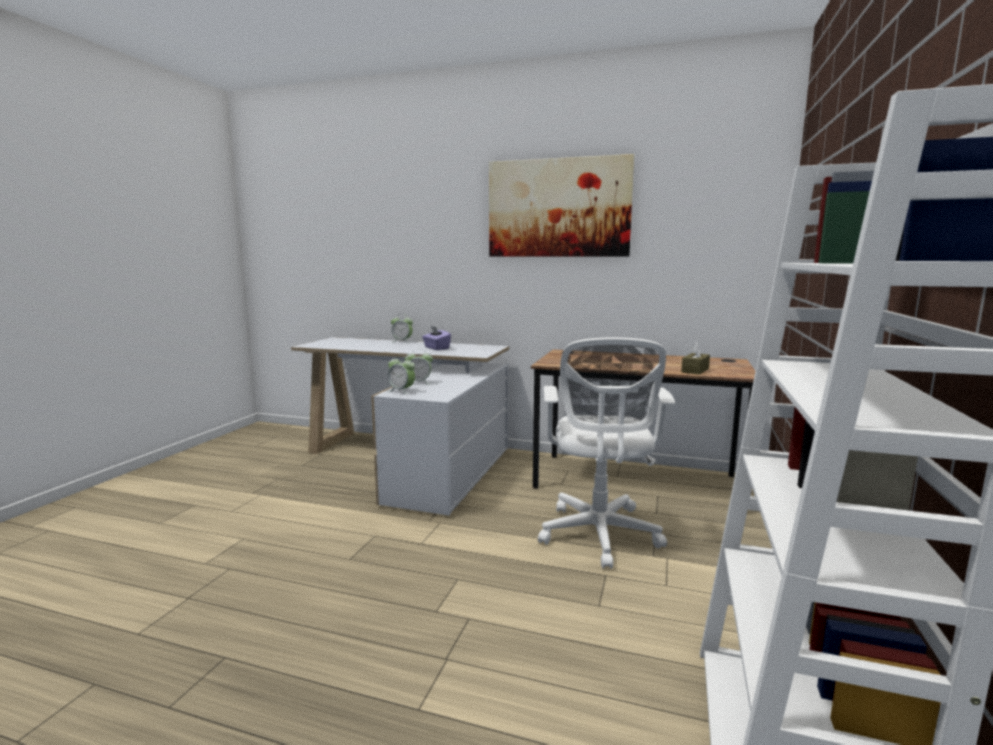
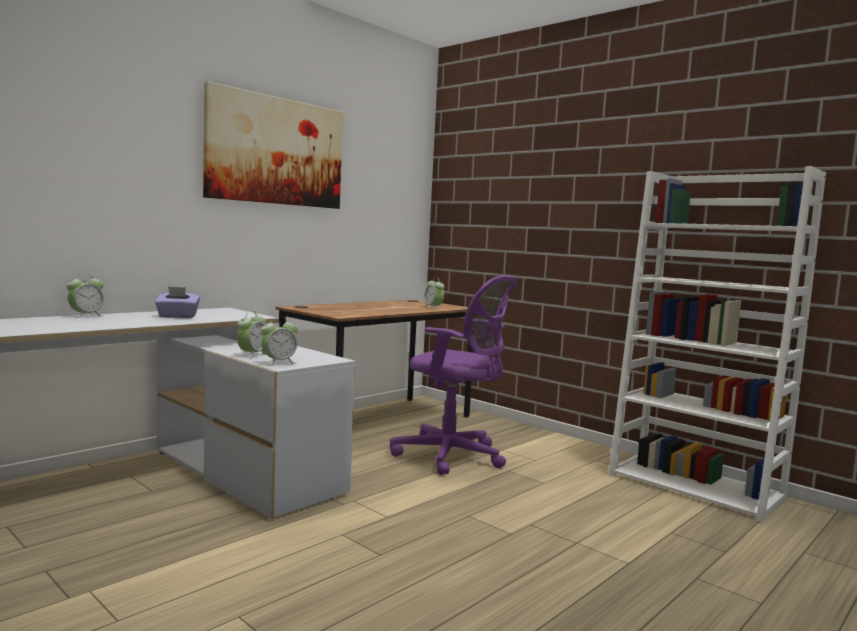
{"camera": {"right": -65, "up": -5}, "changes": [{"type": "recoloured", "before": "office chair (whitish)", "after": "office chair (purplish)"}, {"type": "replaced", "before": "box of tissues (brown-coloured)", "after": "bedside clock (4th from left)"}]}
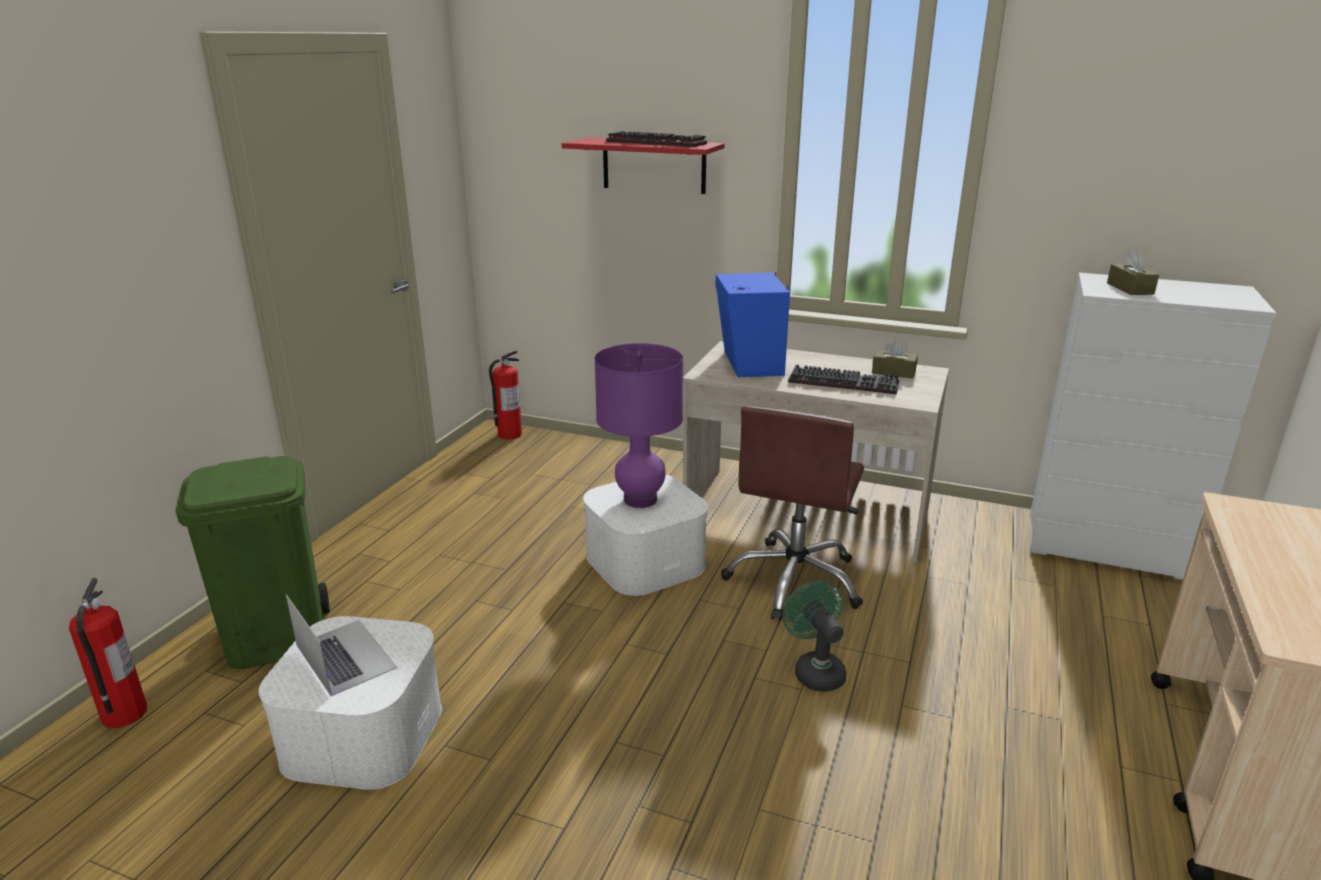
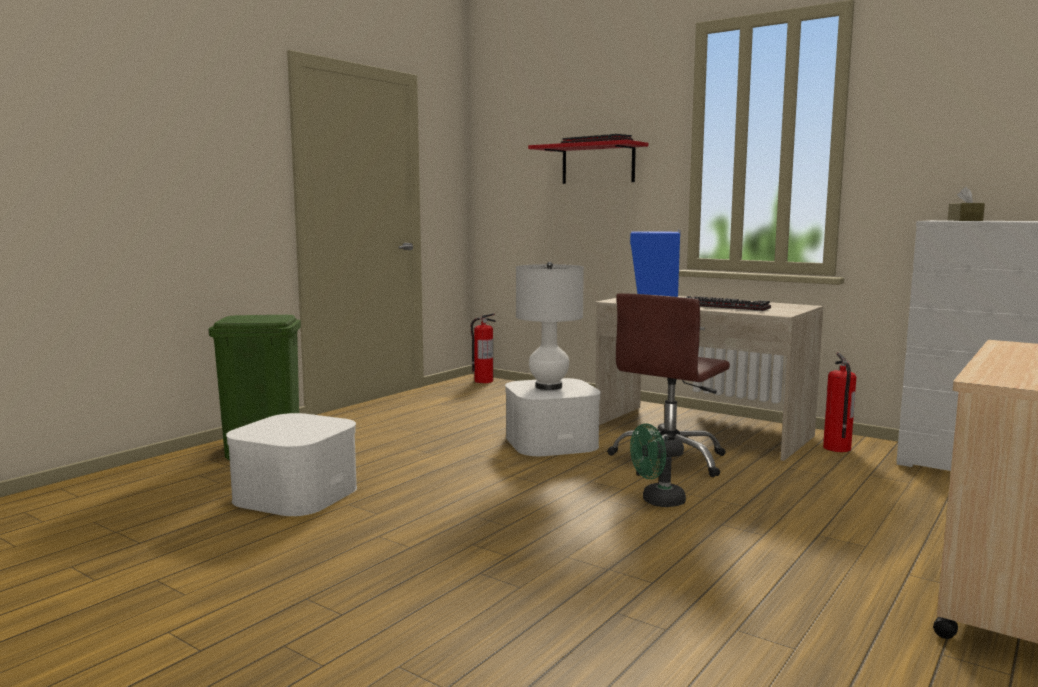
{"camera": {"right": 15, "up": -15}, "changes": [{"type": "moved", "before": "fire-fighting cylinder (1st from left in the first image)", "after": "fire-fighting cylinder (2nd from left)"}, {"type": "removed", "before": "portable computer"}, {"type": "recoloured", "before": "tabletop lamp (purplish)", "after": "tabletop lamp (whitish)"}, {"type": "turned", "before": "fan (greenish)", "turn": -105}, {"type": "removed", "before": "box of tissues (brown-coloured) (1st from left)"}]}
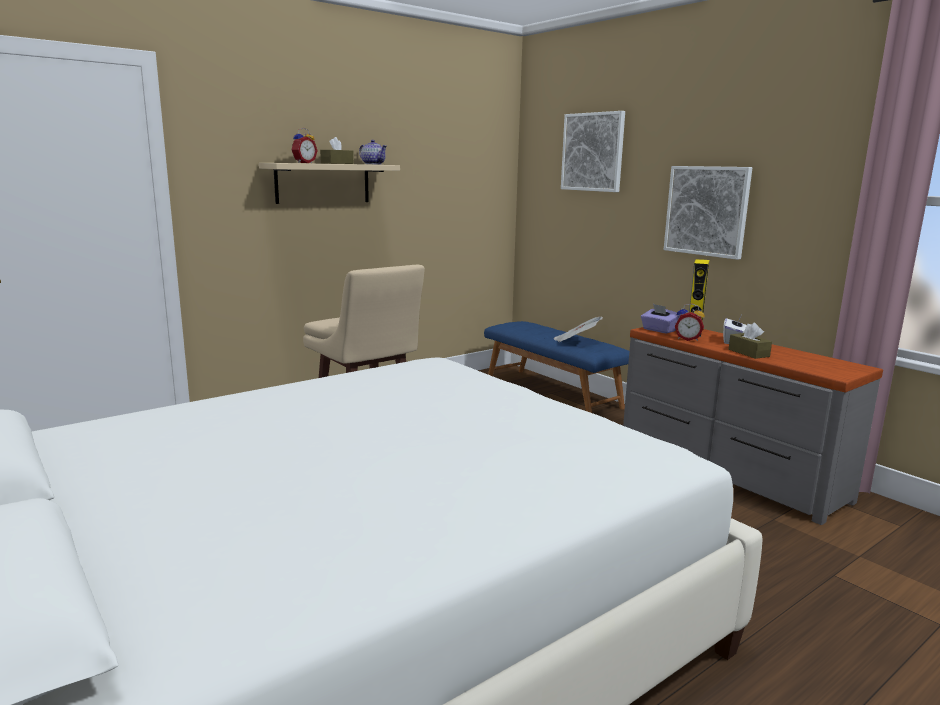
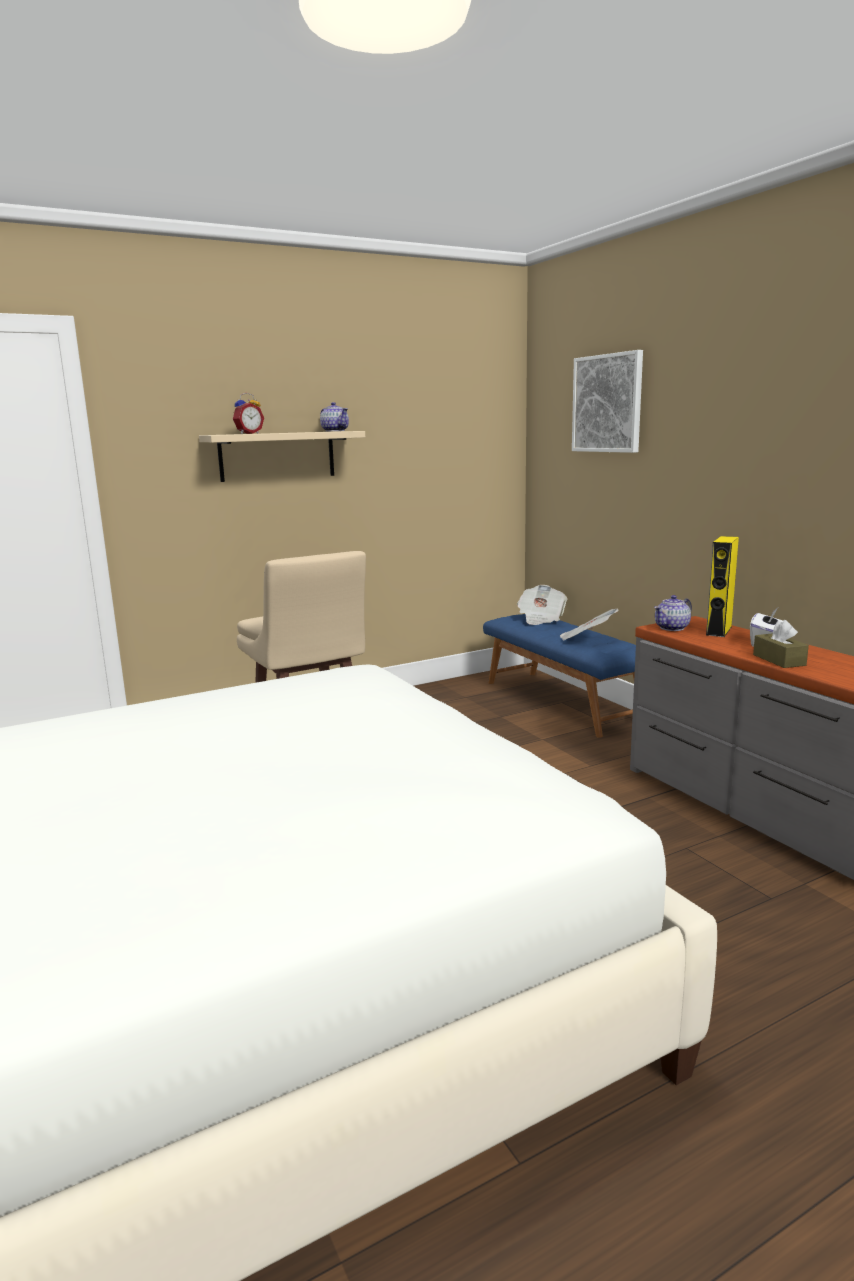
{"camera": {"right": 10, "up": 0}, "changes": [{"type": "removed", "before": "box of tissues (brown-coloured) (1st from left)"}, {"type": "replaced", "before": "box of tissues (purplish)", "after": "tea pot (2nd from left)"}, {"type": "removed", "before": "wall picture (2nd from left)"}, {"type": "removed", "before": "bedside clock (2nd from left)"}, {"type": "added", "after": "daily paper (1st from left)"}]}
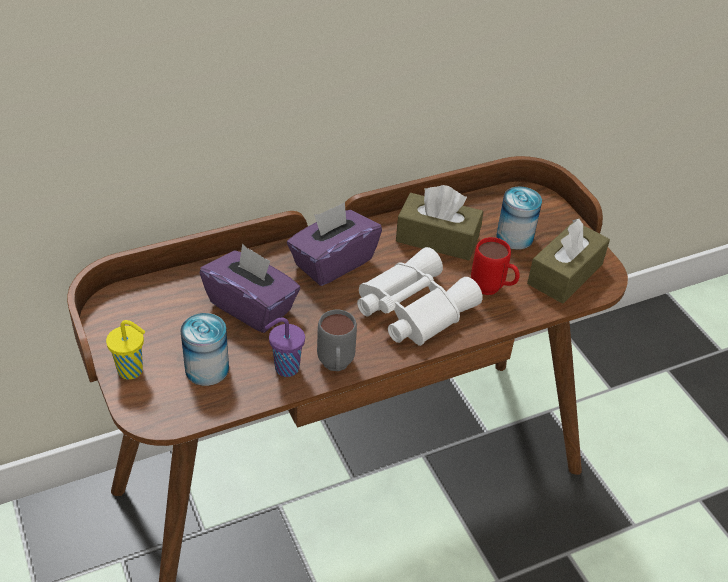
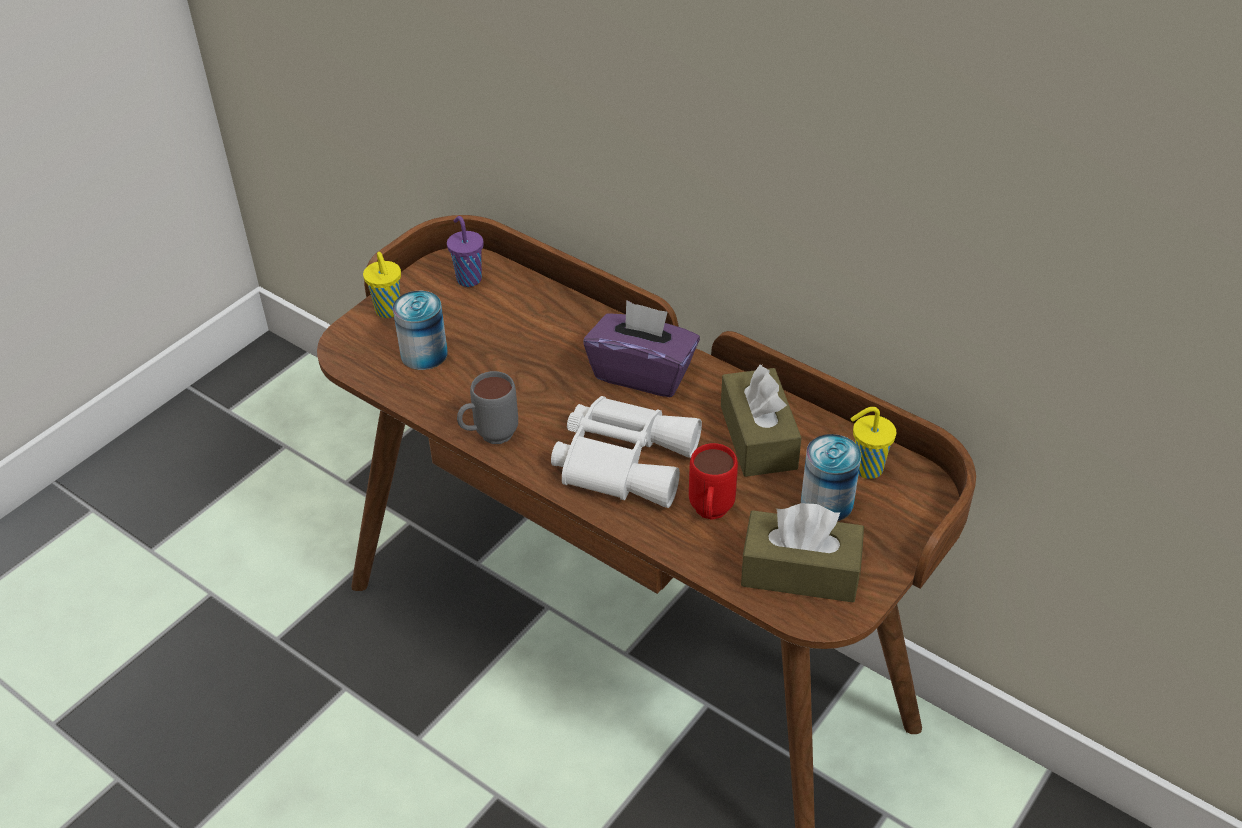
{"camera": {"right": 65, "up": 0}, "changes": [{"type": "removed", "before": "box of tissues (purplish) (1st from left)"}, {"type": "moved", "before": "drinking cup (purplish)"}, {"type": "added", "after": "drinking cup (yellowish) (2nd from left)"}]}
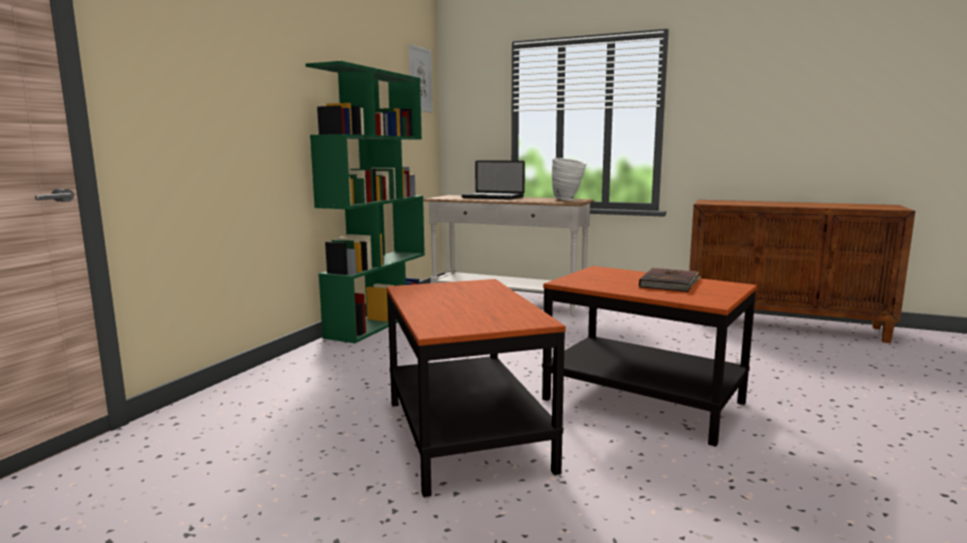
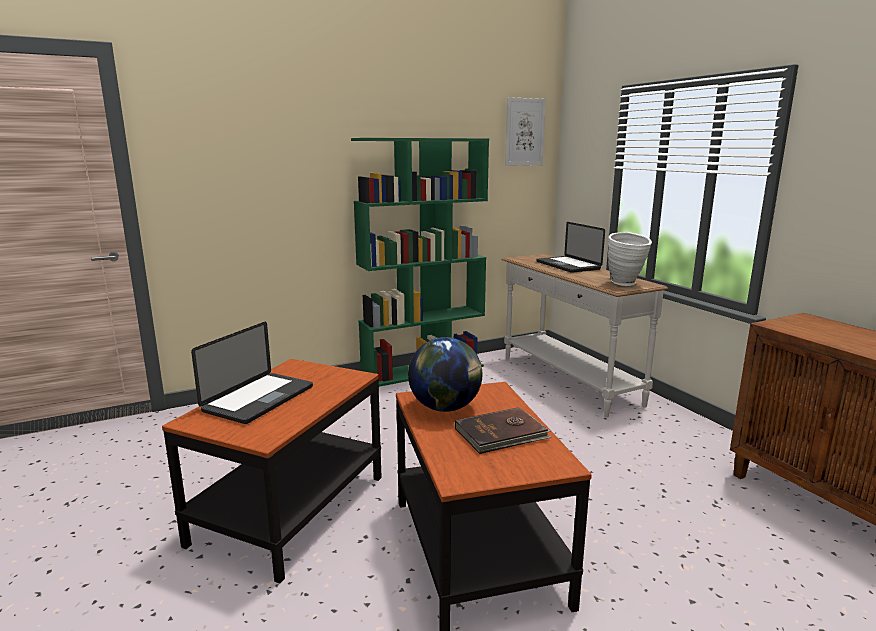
{"camera": {"right": 40, "up": 5}, "changes": [{"type": "added", "after": "portable computer (1st from left)"}, {"type": "added", "after": "globe"}]}
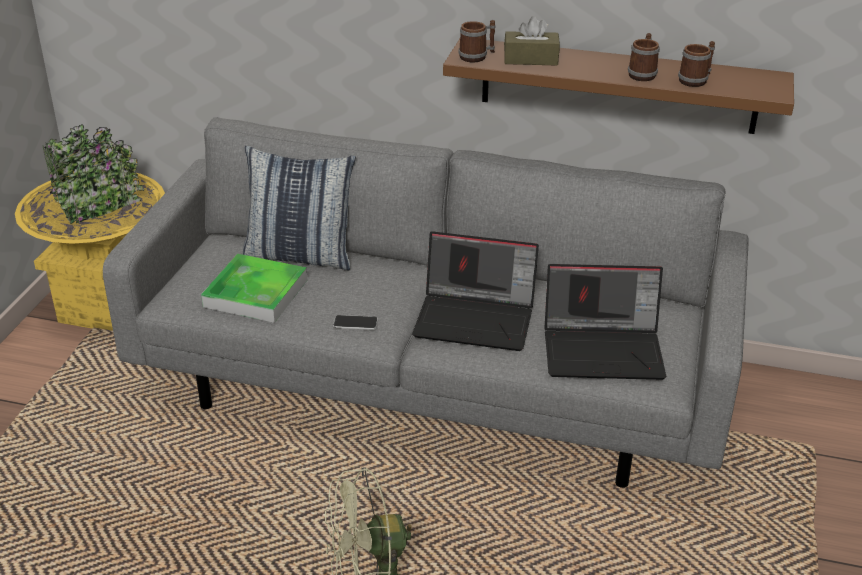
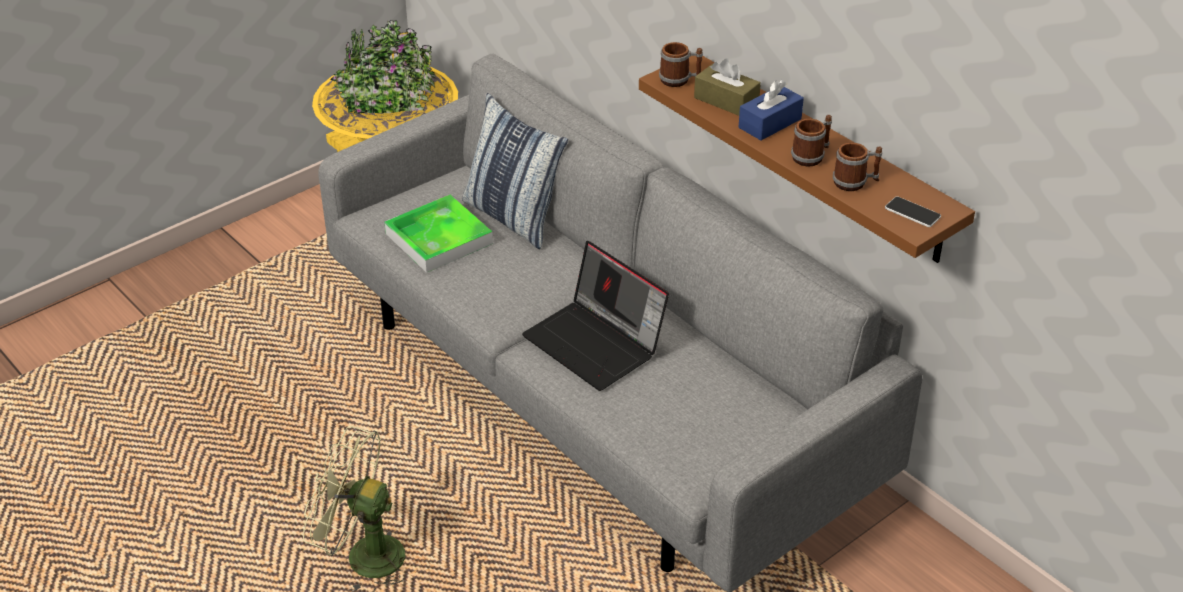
{"camera": {"right": 35, "up": 5}, "changes": [{"type": "moved", "before": "phone"}, {"type": "removed", "before": "portable computer (2nd from left)"}, {"type": "added", "after": "box of tissues (blue)"}]}
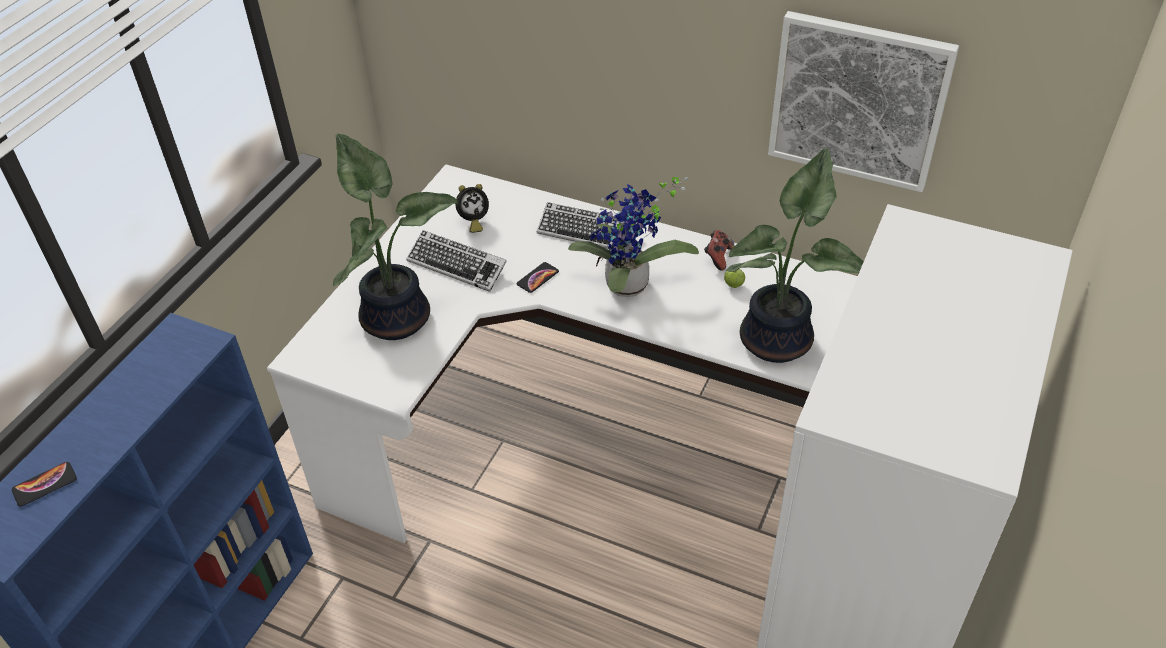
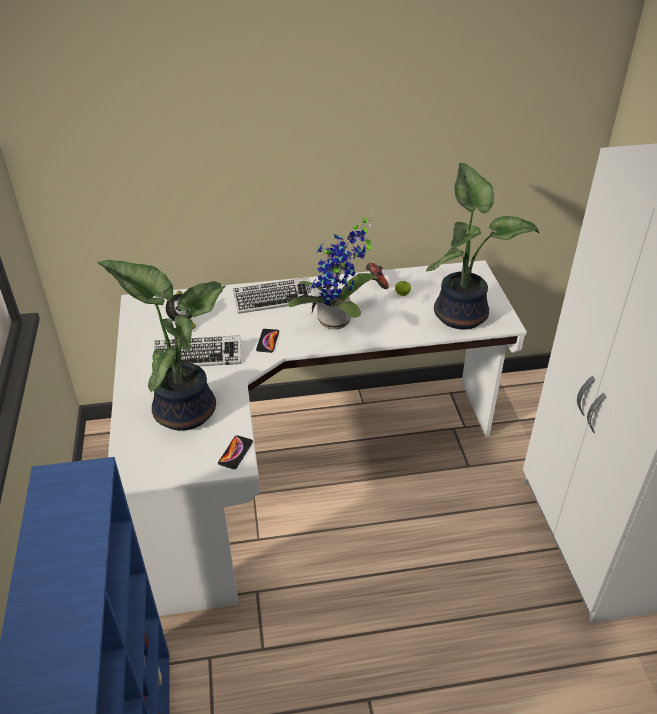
{"camera": {"right": -35, "up": -5}, "changes": [{"type": "moved", "before": "phone (1st from left)"}, {"type": "removed", "before": "wall picture"}]}
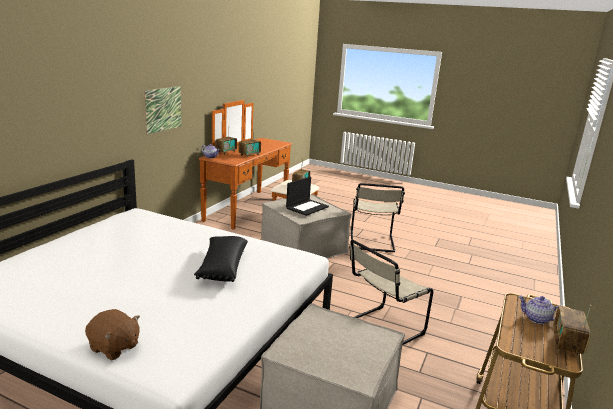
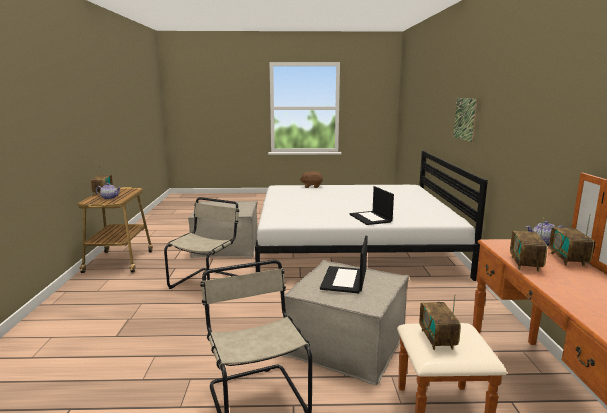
{"camera": {"right": 155, "up": -5}, "changes": [{"type": "moved", "before": "wall picture"}, {"type": "removed", "before": "cushion (black)"}, {"type": "added", "after": "portable computer (2nd from left)"}]}
